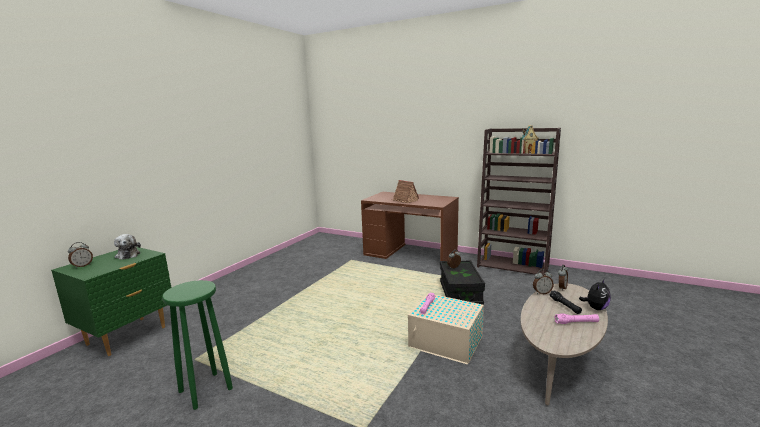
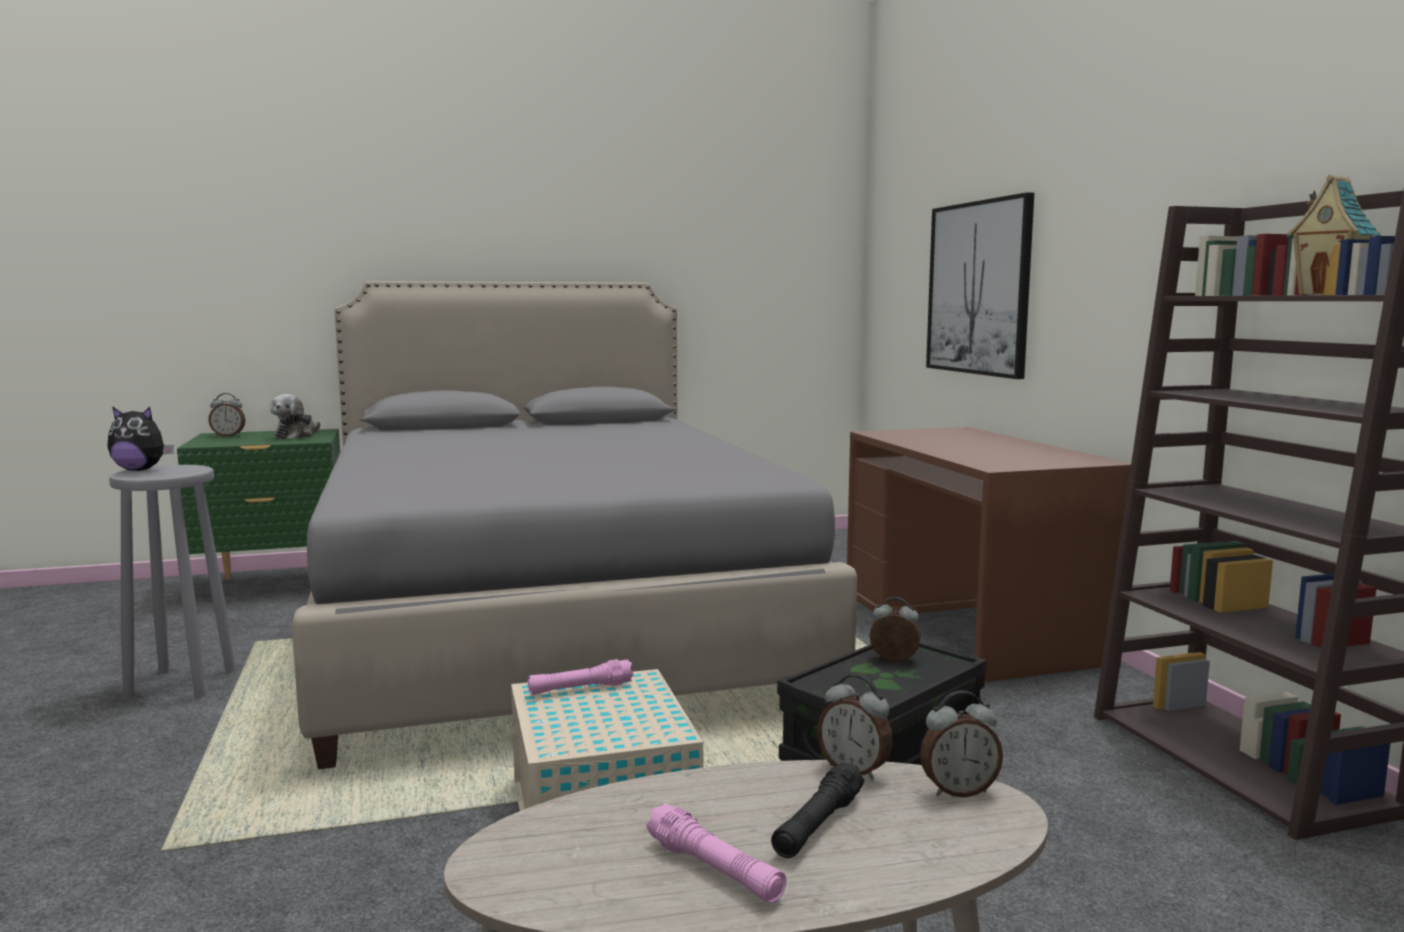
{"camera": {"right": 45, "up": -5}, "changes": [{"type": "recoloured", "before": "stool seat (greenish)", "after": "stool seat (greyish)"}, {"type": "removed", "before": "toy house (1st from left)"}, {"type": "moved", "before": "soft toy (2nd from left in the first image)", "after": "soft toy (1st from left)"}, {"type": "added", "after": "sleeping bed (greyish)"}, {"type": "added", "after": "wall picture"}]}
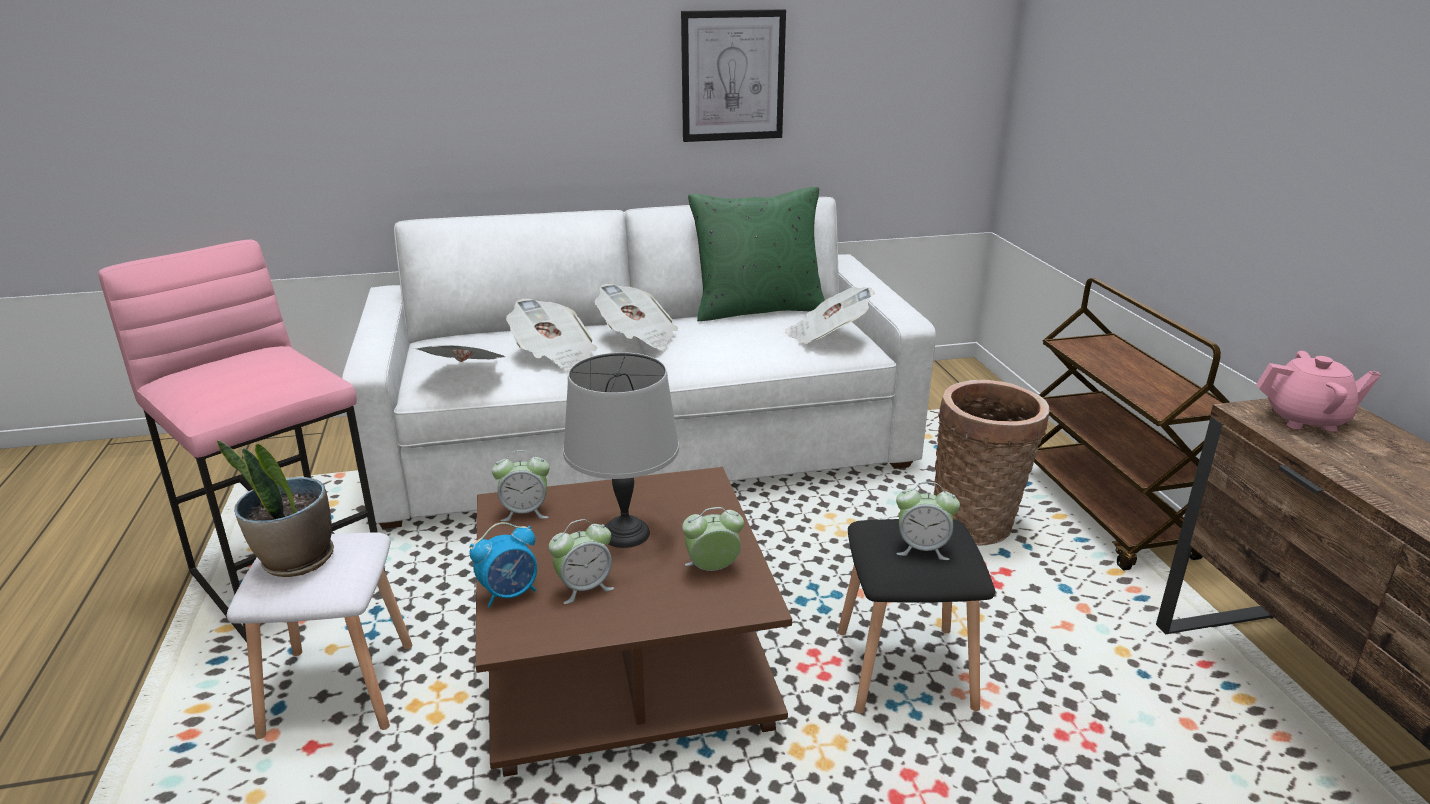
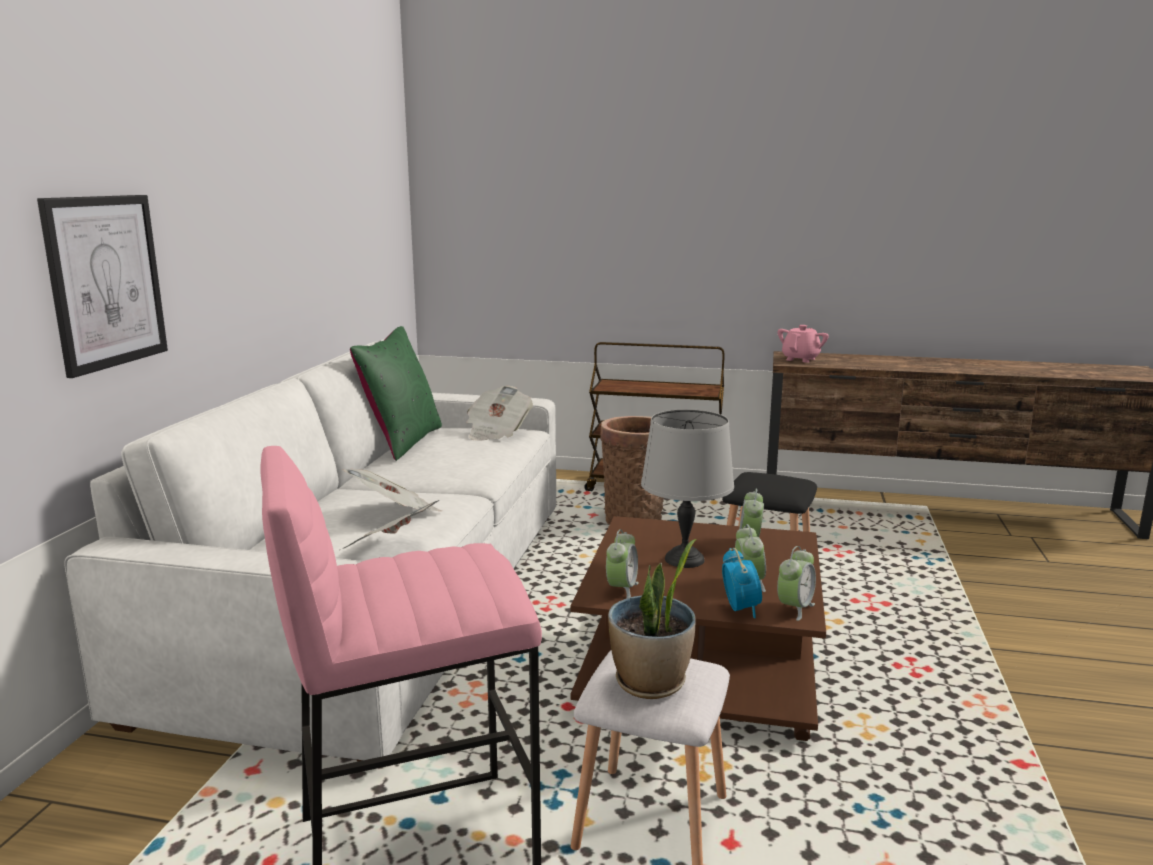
{"camera": {"right": -65, "up": -10}, "changes": [{"type": "removed", "before": "daily paper (3rd from left)"}, {"type": "moved", "before": "wall picture"}, {"type": "moved", "before": "bedside clock (5th from left)"}]}
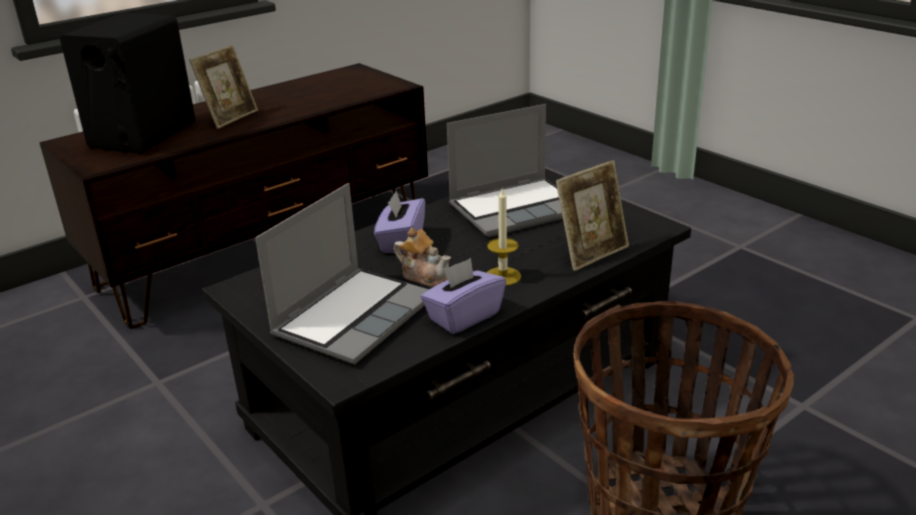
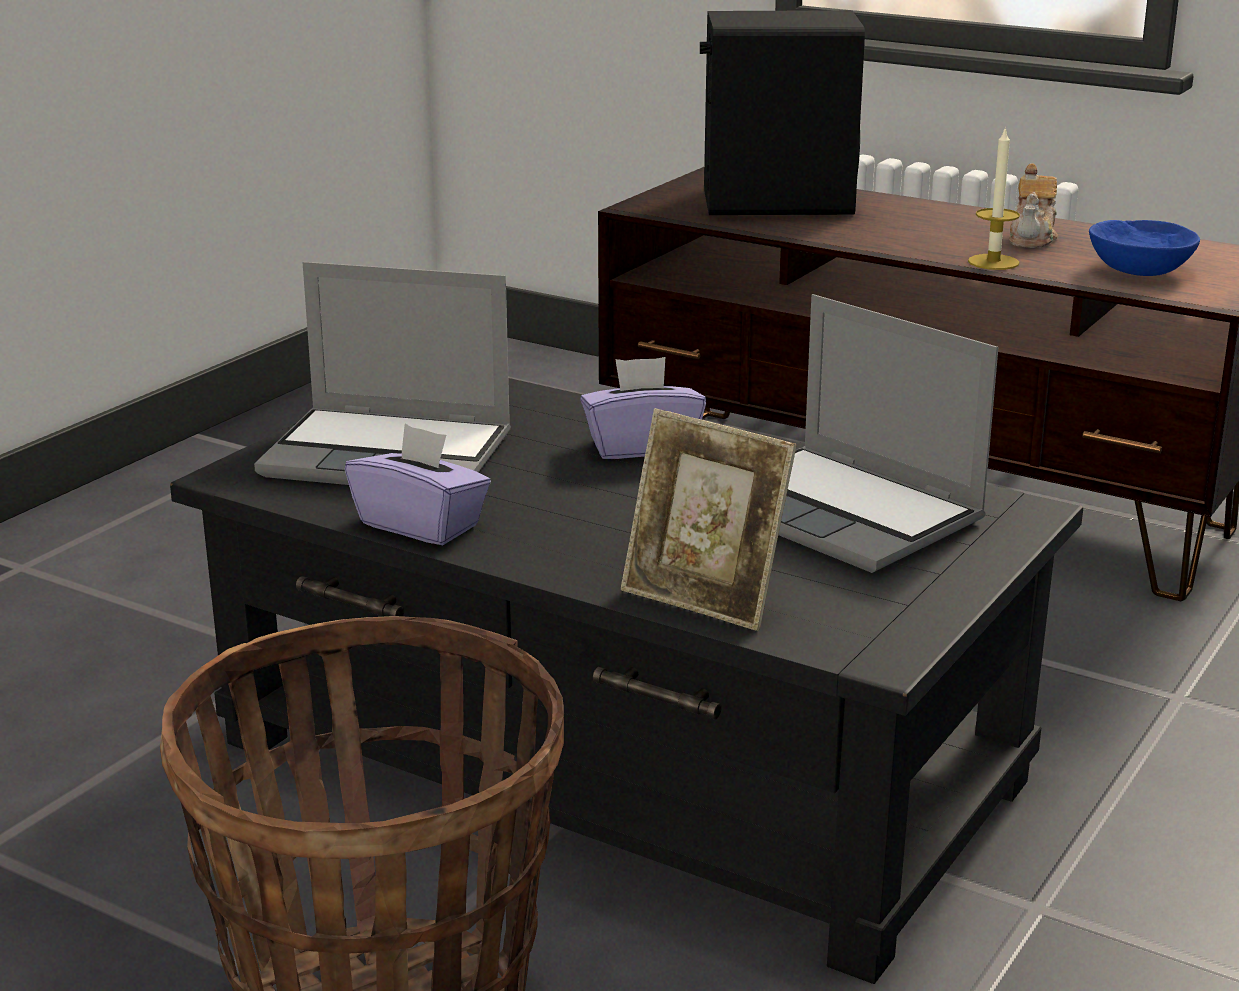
{"camera": {"right": 70, "up": -5}, "changes": [{"type": "removed", "before": "standing frame (1st from left)"}, {"type": "moved", "before": "tea pot"}, {"type": "moved", "before": "candle"}, {"type": "added", "after": "bowl (blue)"}]}
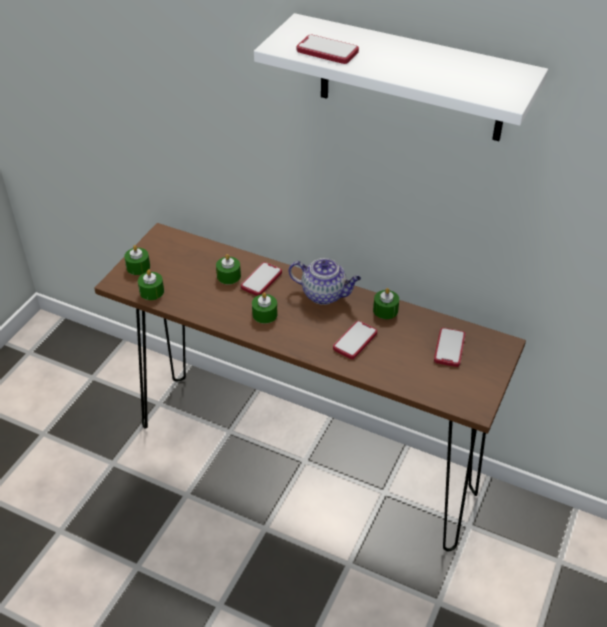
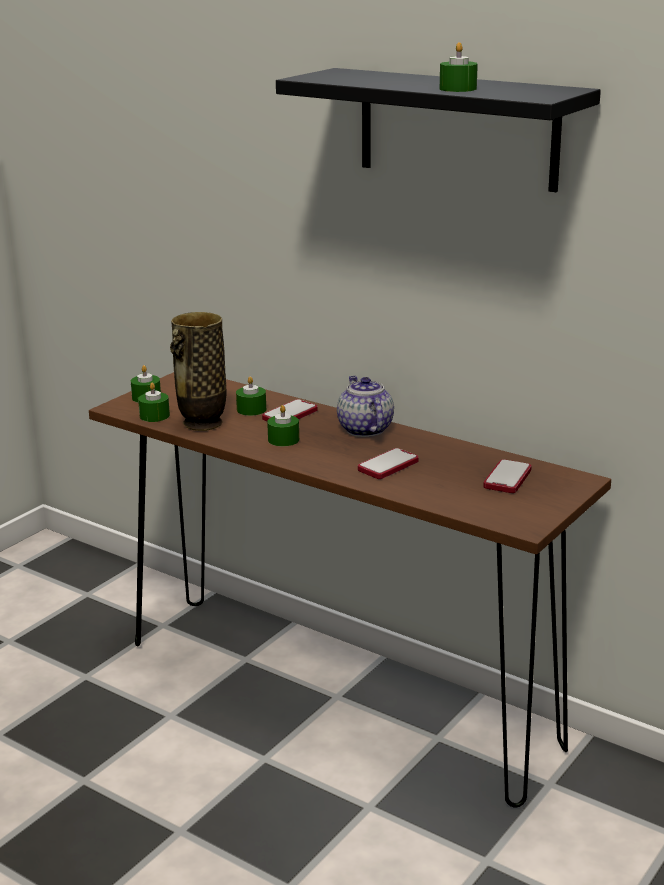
{"camera": {"right": 10, "up": -20}, "changes": [{"type": "recoloured", "before": "shelf (whitish)", "after": "shelf (black)"}, {"type": "turned", "before": "tea pot", "turn": -135}, {"type": "removed", "before": "phone (2nd from left)"}, {"type": "moved", "before": "candle (greenish) (5th from left)"}, {"type": "added", "after": "vase"}]}
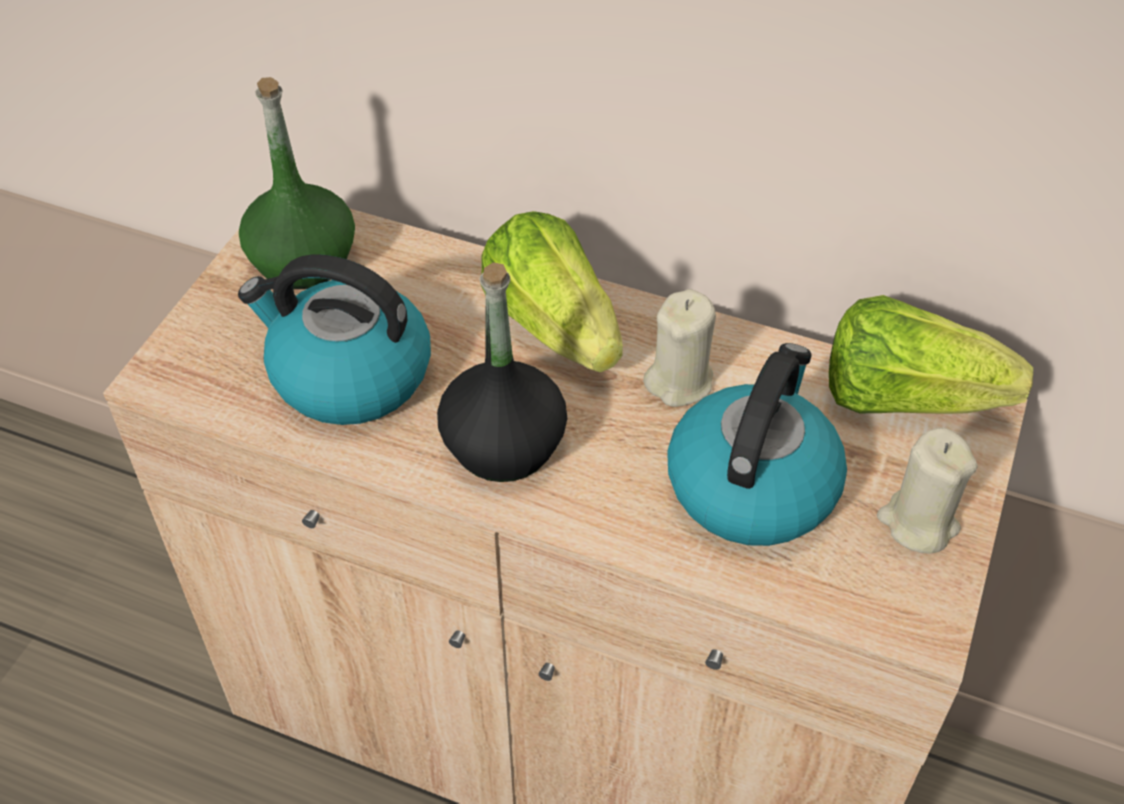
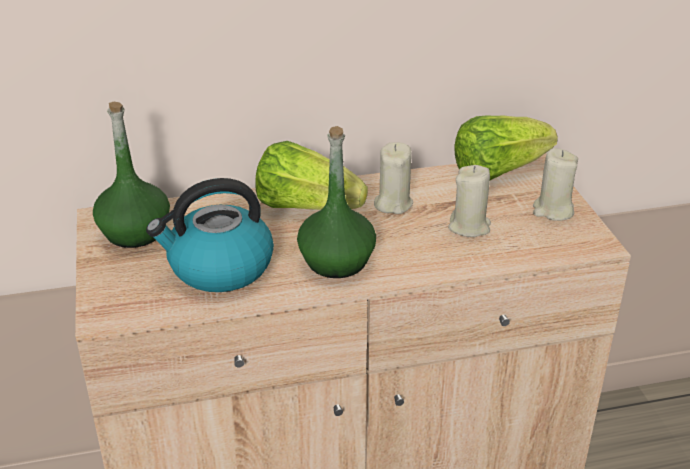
{"camera": {"right": -35, "up": -15}, "changes": [{"type": "recoloured", "before": "drink bottle (black)", "after": "drink bottle (greenish) (2nd from left)"}, {"type": "replaced", "before": "tea kettle (2nd from left)", "after": "candle (beige-coloured) (2nd from left)"}]}
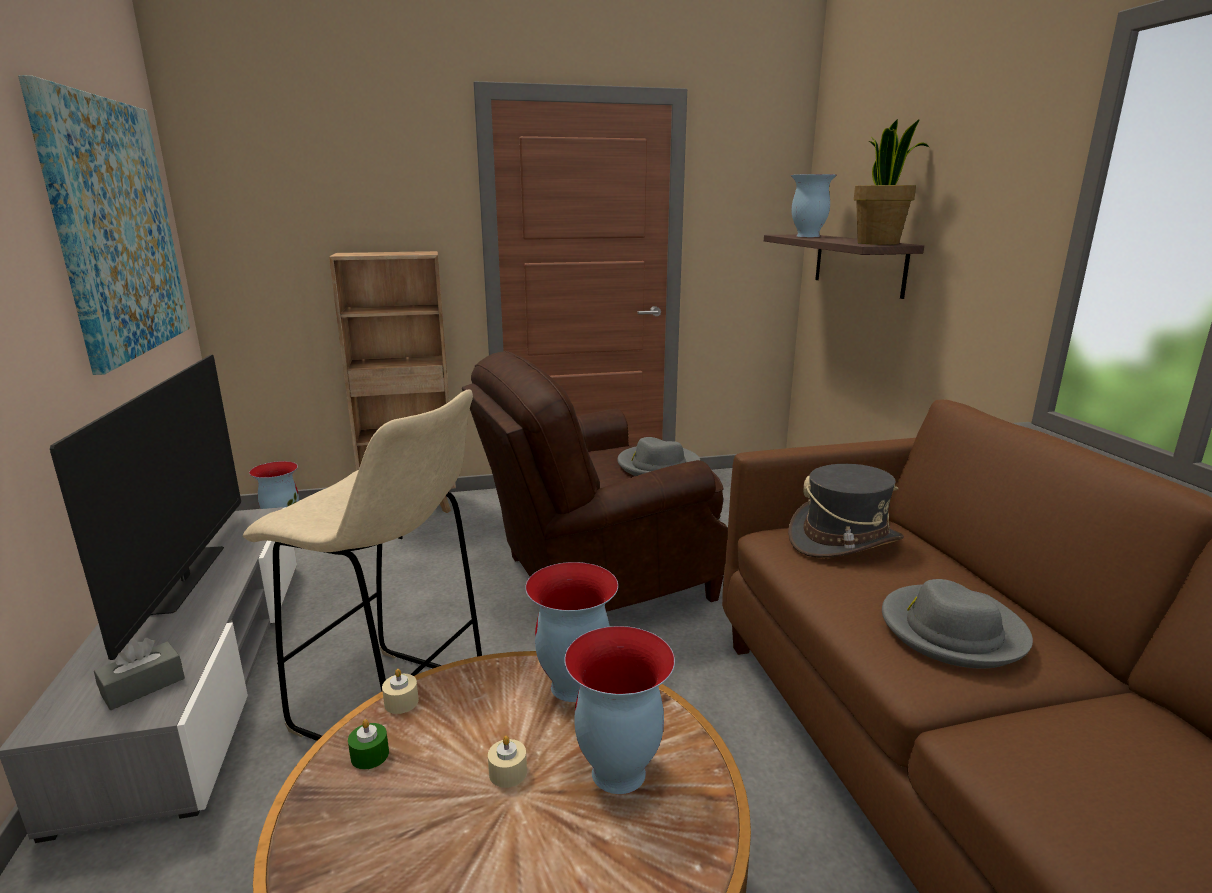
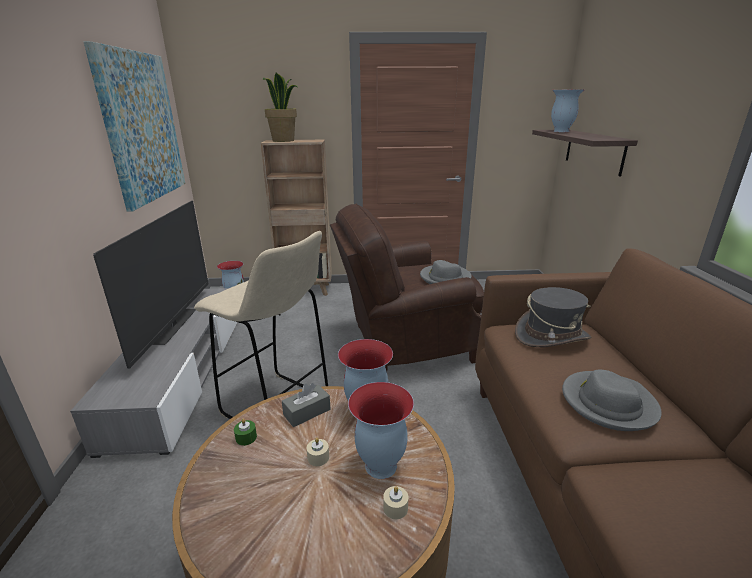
{"camera": {"right": 10, "up": 5}, "changes": [{"type": "moved", "before": "box of tissues (greyish)"}, {"type": "moved", "before": "candle (beige-coloured) (1st from left in the first image)", "after": "candle (beige-coloured) (2nd from left)"}, {"type": "moved", "before": "plant in a pot"}]}
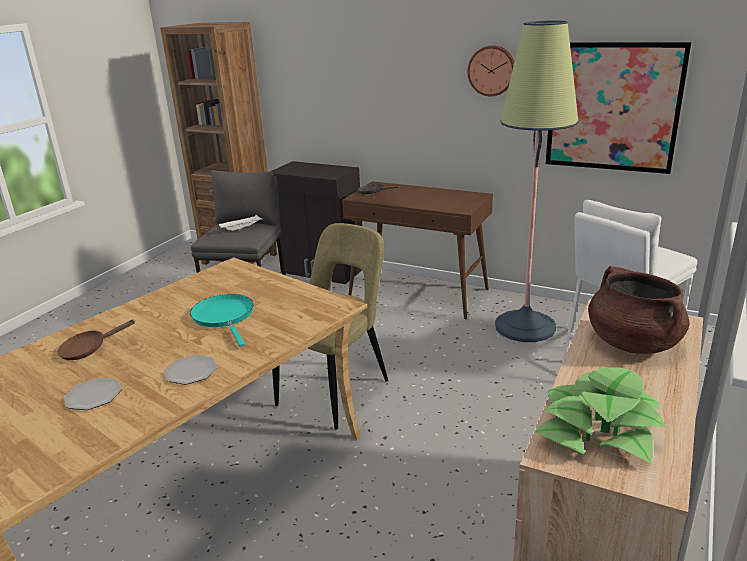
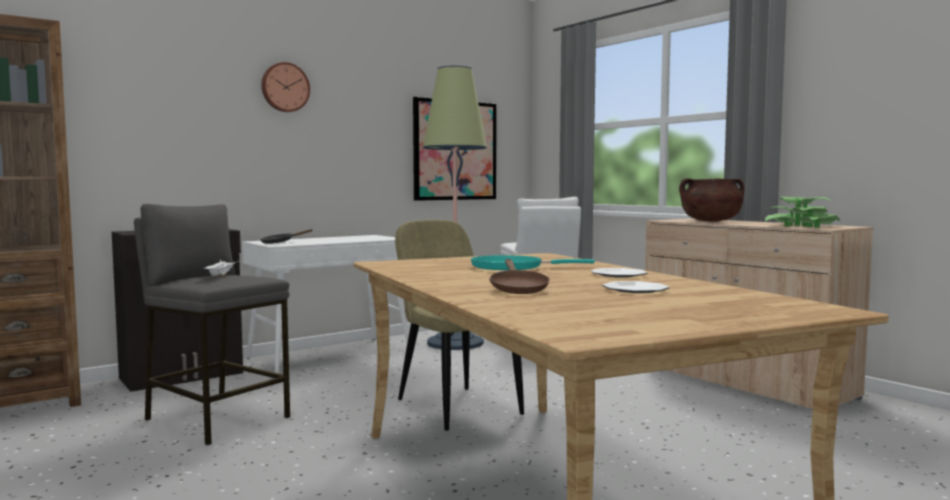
{"camera": {"right": -65, "up": -20}, "changes": [{"type": "recoloured", "before": "narrow table (brown-coloured)", "after": "narrow table (whitish)"}, {"type": "moved", "before": "clock on the wall"}]}
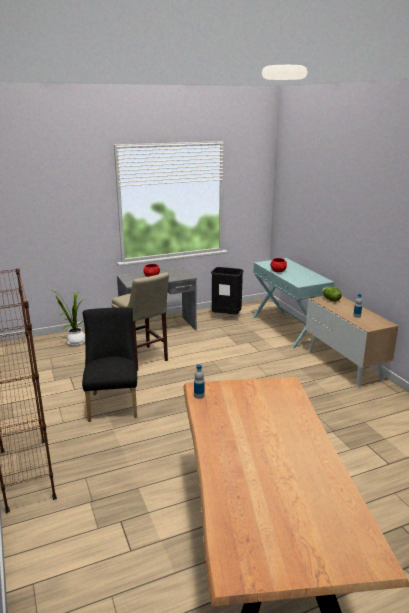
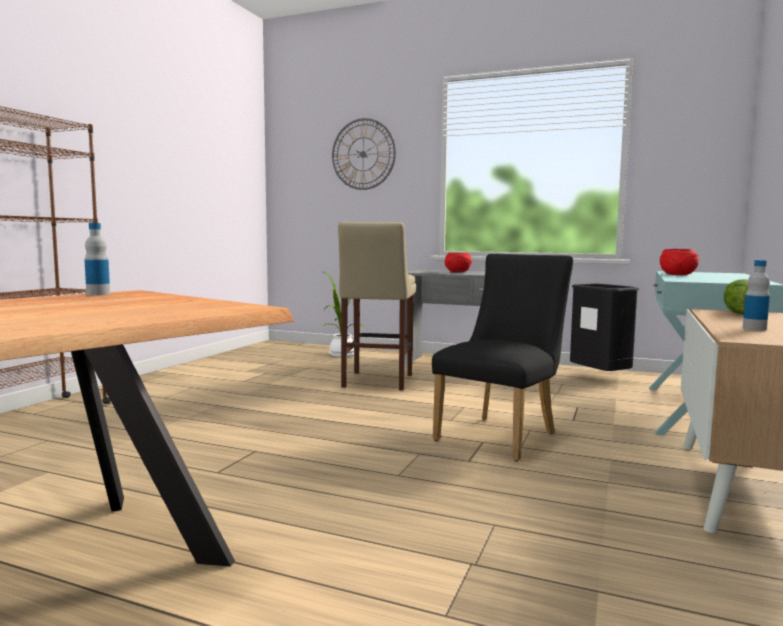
{"camera": {"right": 45, "up": -15}, "changes": [{"type": "moved", "before": "chair (black)"}, {"type": "added", "after": "clock on the wall"}]}
